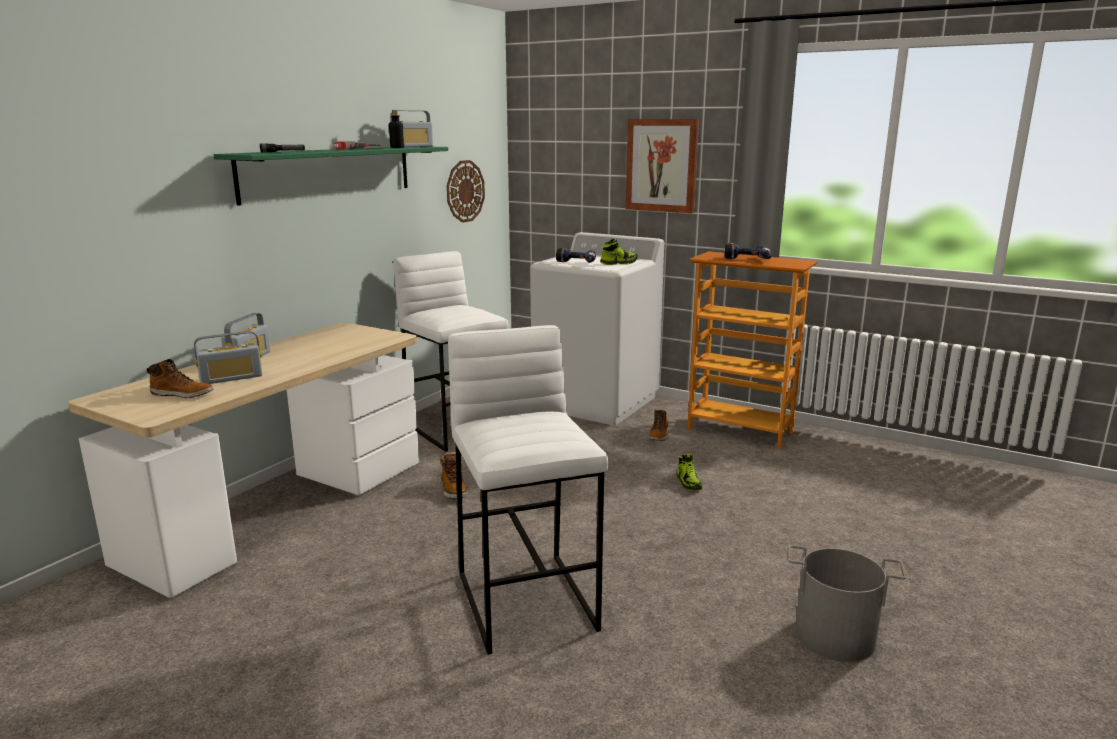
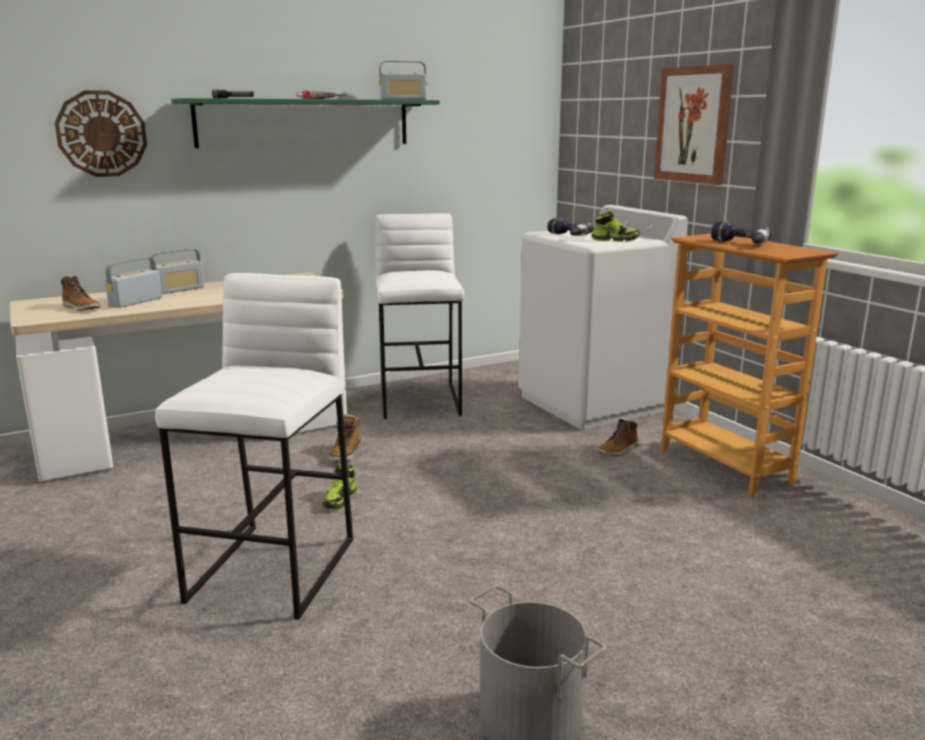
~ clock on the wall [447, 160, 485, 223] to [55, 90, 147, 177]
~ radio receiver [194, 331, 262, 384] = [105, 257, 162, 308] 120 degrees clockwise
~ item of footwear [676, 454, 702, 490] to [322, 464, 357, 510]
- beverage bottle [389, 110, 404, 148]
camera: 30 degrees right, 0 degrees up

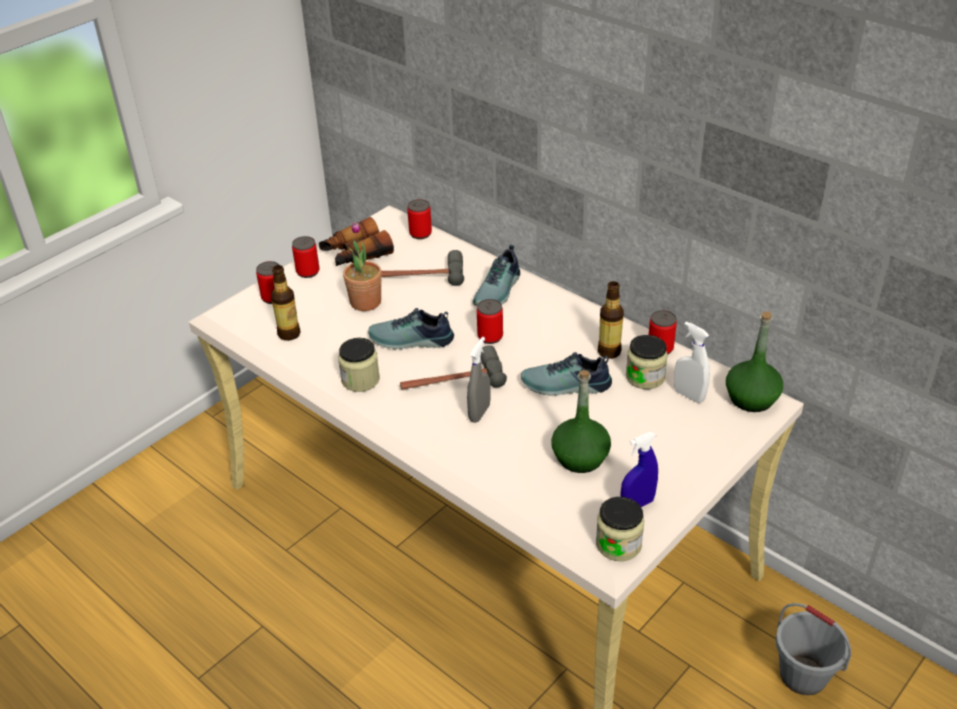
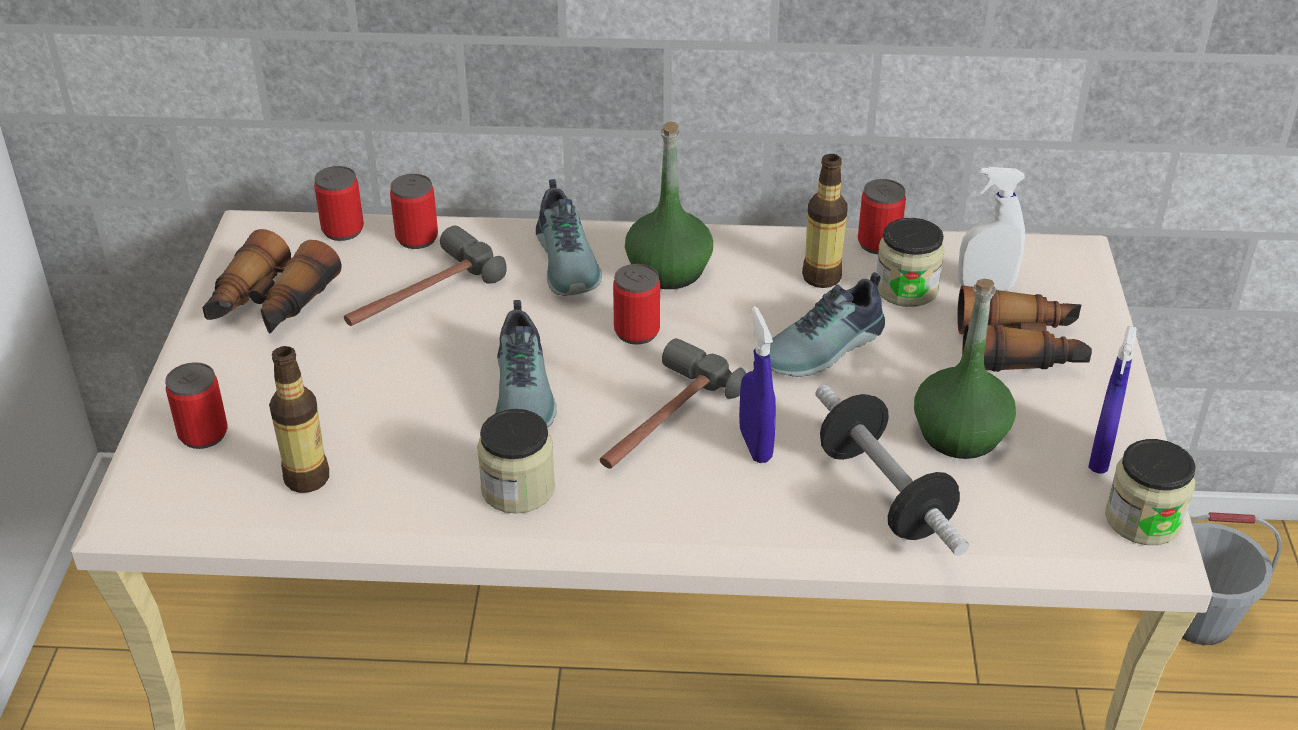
~ can [292, 236, 320, 278] to [390, 174, 438, 249]
~ item of footwear [368, 308, 454, 349] = [495, 300, 557, 427] 60 degrees counterclockwise
~ green beverage bottle [726, 311, 783, 412] to [625, 122, 713, 289]
~ grey sprayer [467, 337, 491, 423] to bluish sprayer [739, 306, 776, 463]
+ dumbbell [815, 384, 969, 556]
+ pair of binoculars [957, 285, 1092, 372]
- houseplant [343, 222, 382, 311]
camera: 40 degrees left, 0 degrees up

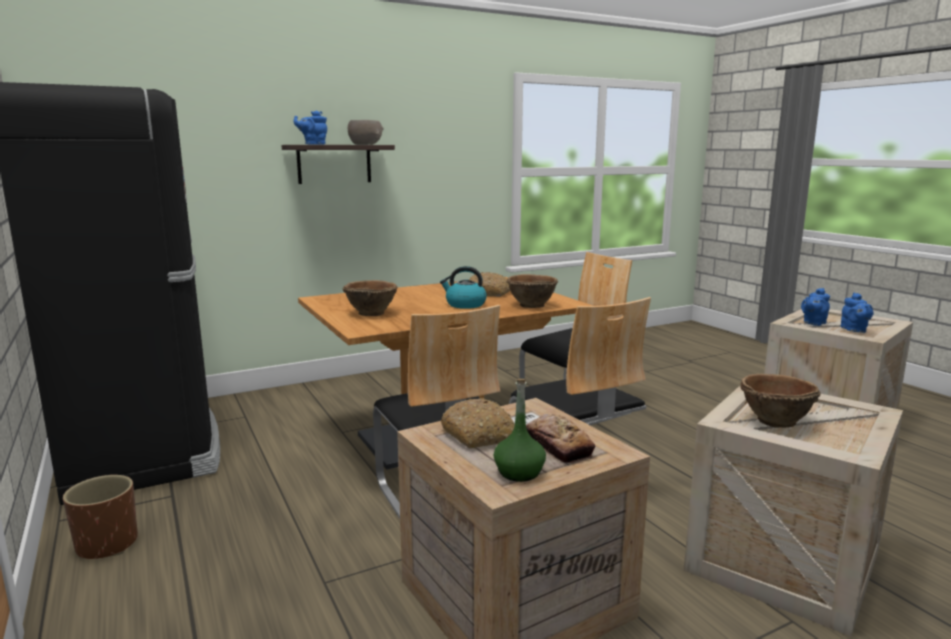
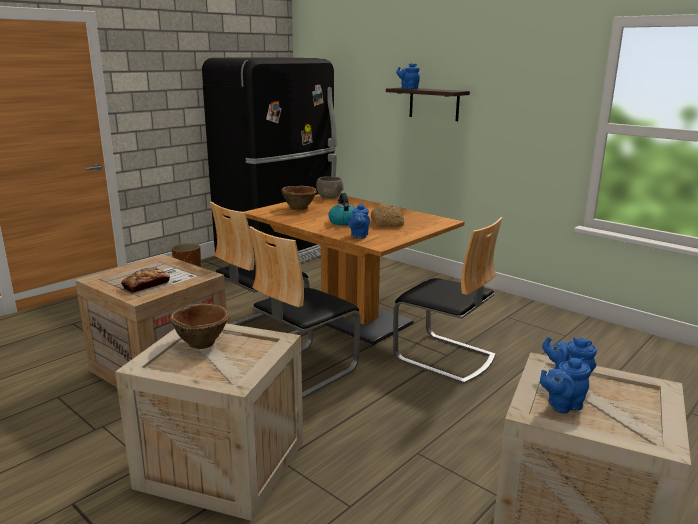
~ grey bowl [348, 120, 384, 145] to [316, 176, 344, 199]
~ brownish bowl [507, 274, 558, 308] to bluish teapot [348, 204, 370, 239]
- baked bread [441, 398, 515, 449]
- green beverage bottle [494, 379, 546, 482]
camera: 70 degrees right, 5 degrees up

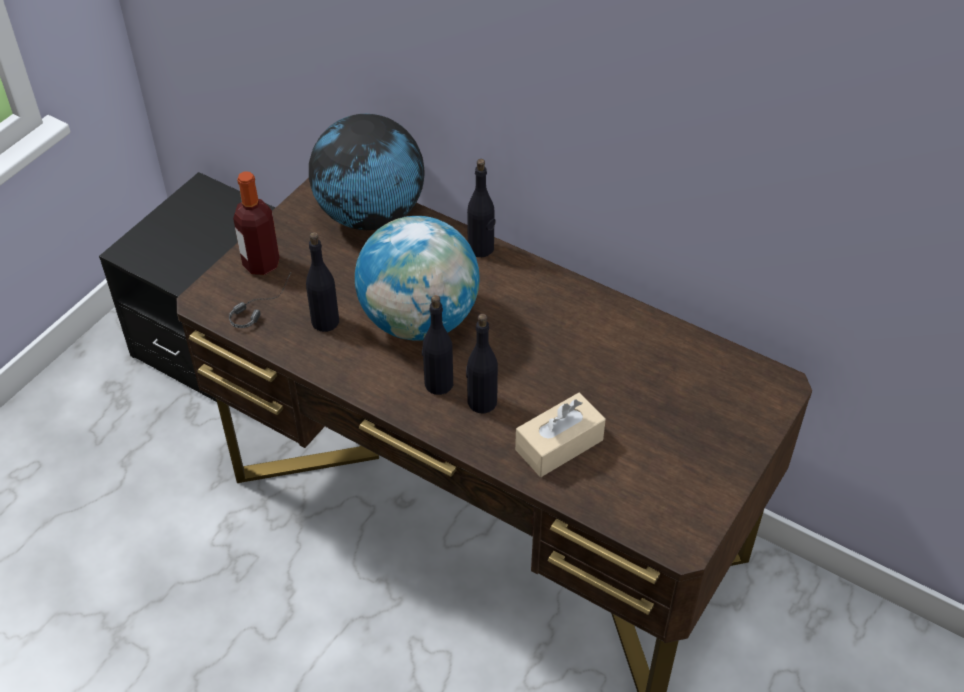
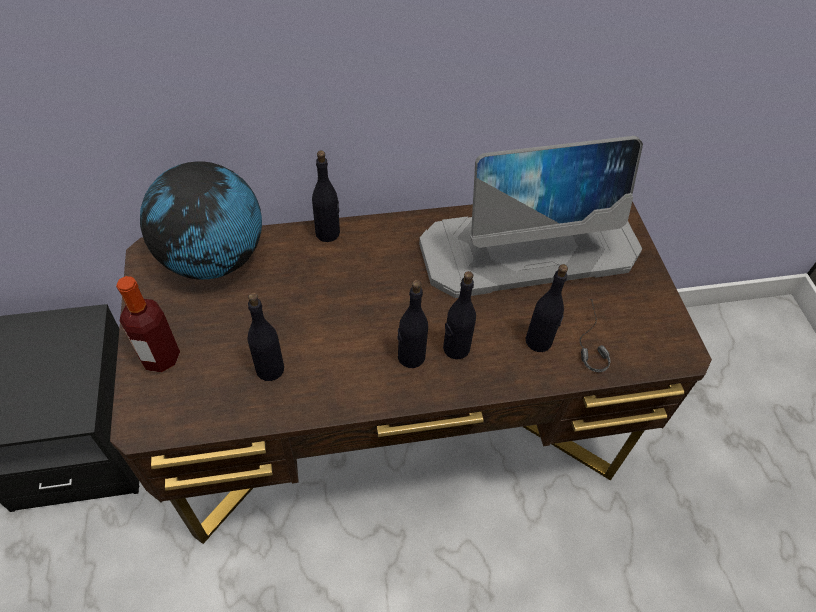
+ monitor [419, 136, 643, 298]
~ beige box of tissues [515, 393, 606, 477] to black beverage bottle [526, 264, 568, 352]
~ headset [229, 273, 291, 328] to [579, 299, 611, 372]
- desk globe [355, 216, 480, 341]
camera: 45 degrees left, 5 degrees up

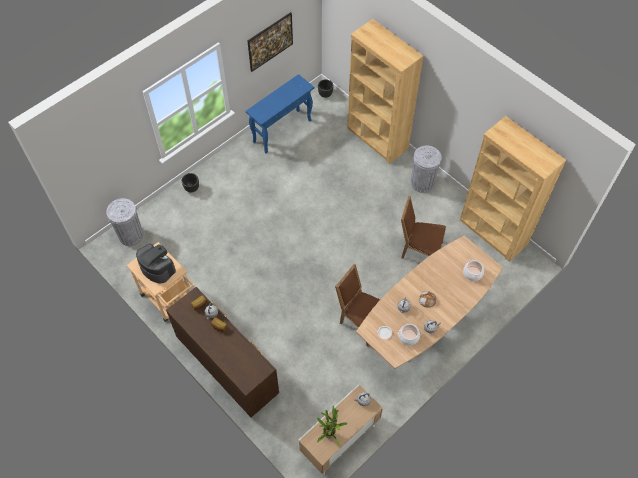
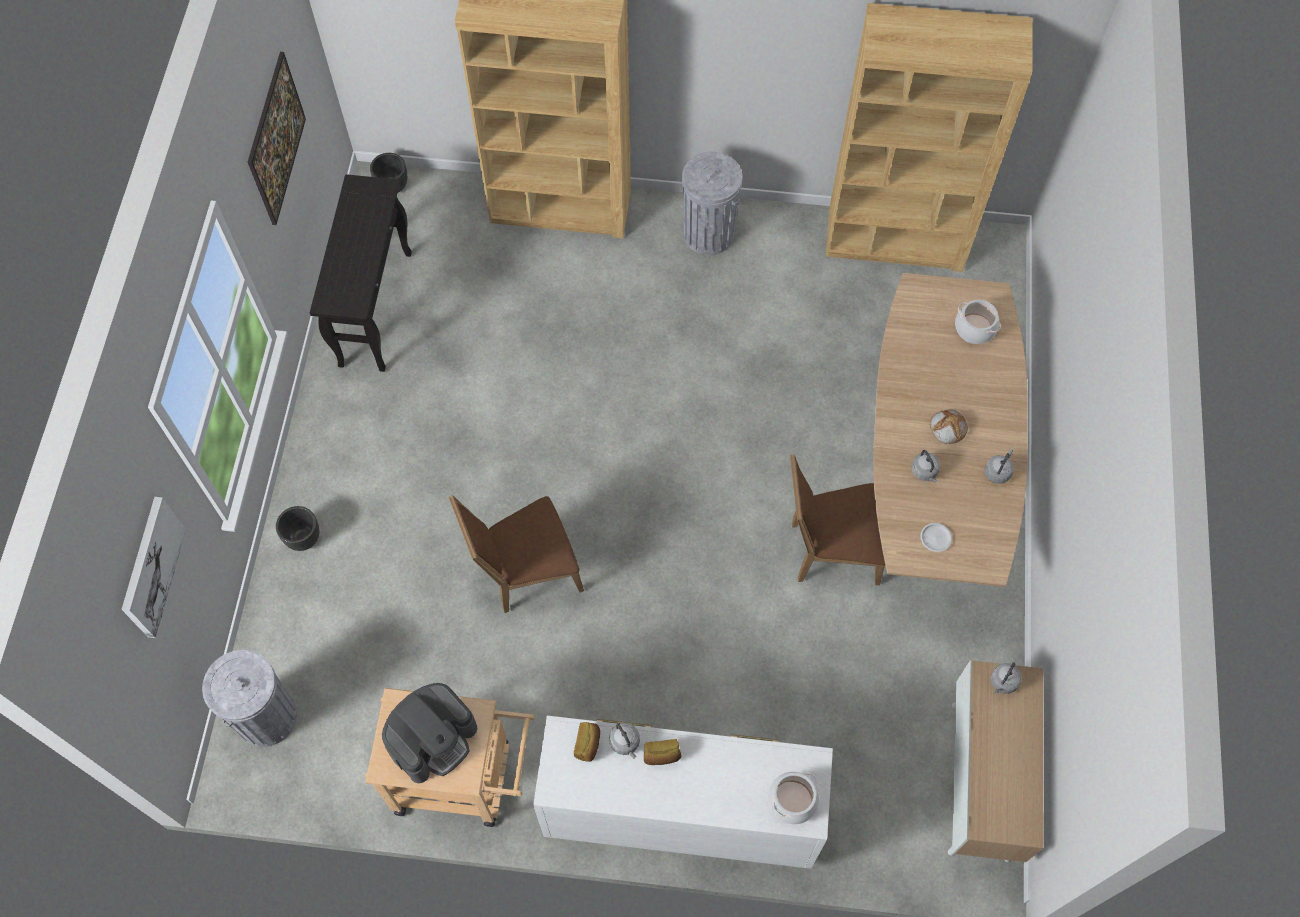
+ wall art [121, 497, 186, 638]
~ bluish console table [246, 74, 314, 153] to black console table [310, 174, 412, 372]
~ coffee machine [136, 243, 176, 284] = [382, 683, 477, 783] 135 degrees clockwise
~ brownish plain chair [401, 196, 446, 259] to [449, 495, 584, 613]
~ brownish dresser [166, 287, 279, 418] to white dresser [533, 715, 833, 869]
~ stockpot [398, 324, 421, 346] to [768, 772, 819, 824]
- houseplant [317, 406, 347, 446]
camera: 40 degrees left, 5 degrees up

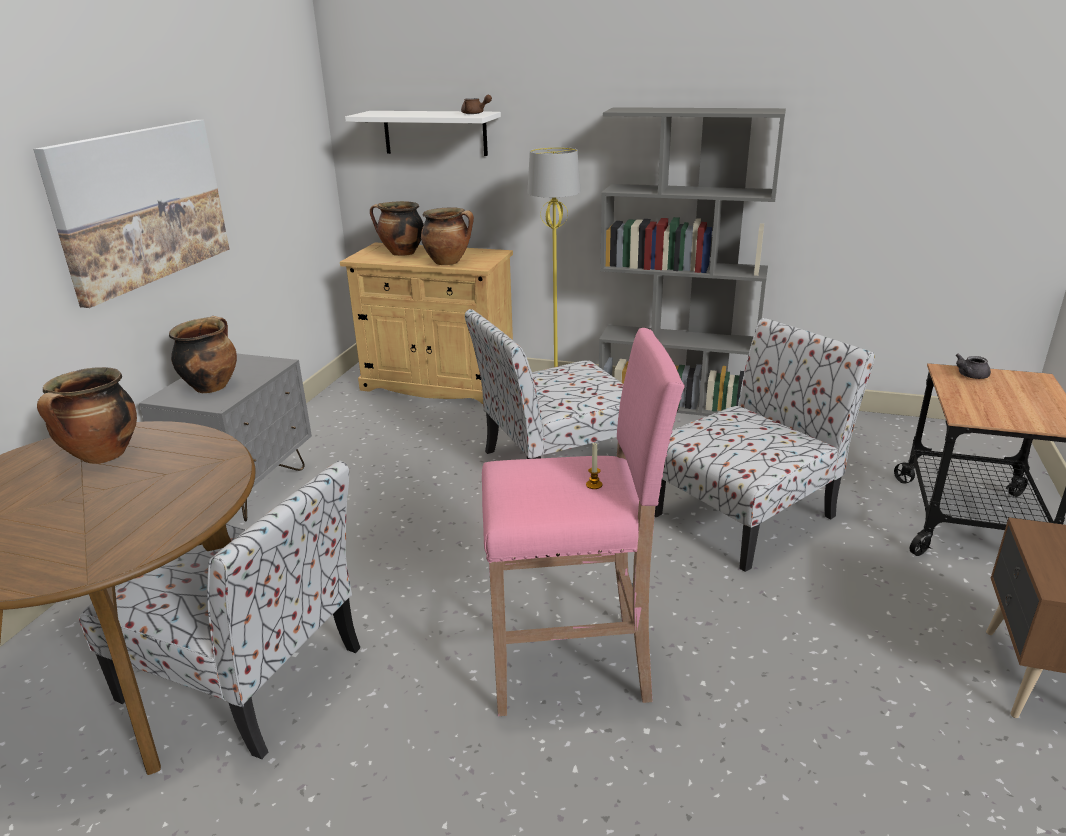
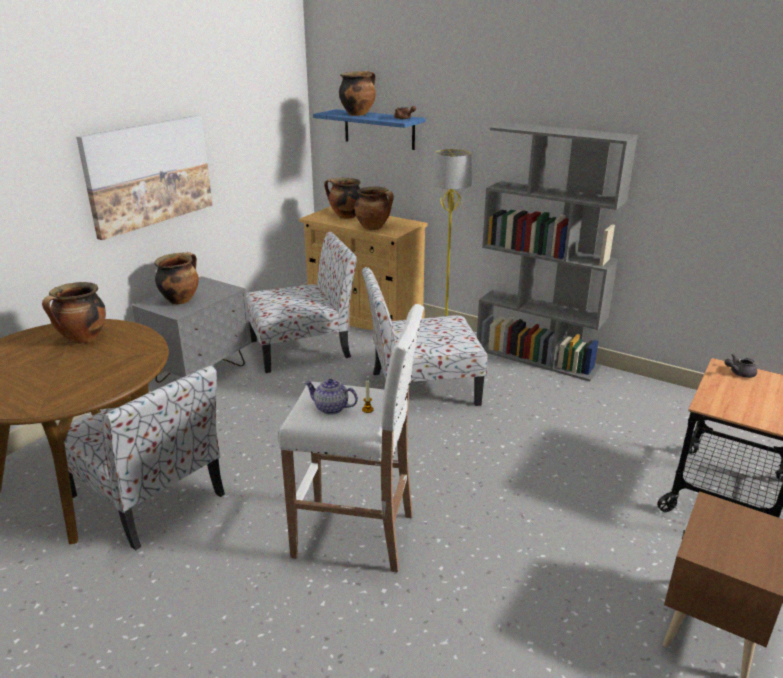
~ plain chair [655, 318, 875, 572] to [246, 232, 357, 373]
~ pink-coloured sitting stool [482, 328, 685, 716] to white sitting stool [278, 304, 424, 573]
+ teapot [305, 379, 358, 415]
~ white wall shelf [345, 111, 501, 156] to bluish wall shelf [313, 109, 426, 150]
+ stockpot [339, 71, 376, 116]
camera: 15 degrees right, 0 degrees up

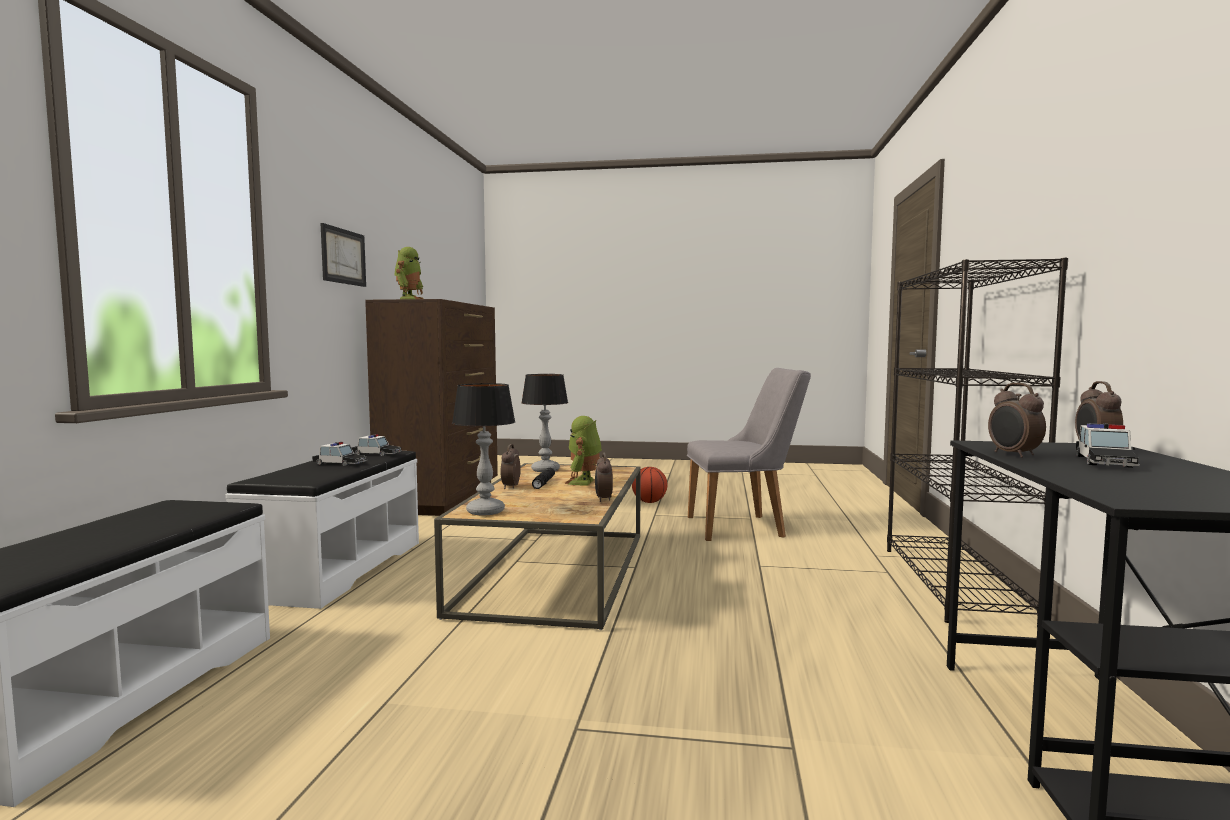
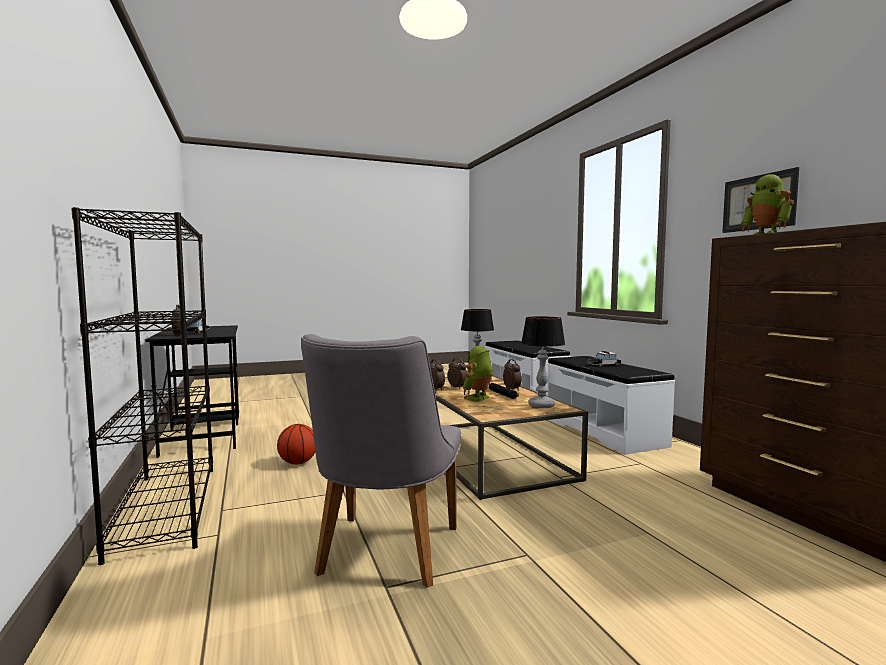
~ ball for basketball [632, 467, 668, 503] to [277, 424, 315, 465]
~ grey plain chair [687, 368, 811, 541] = [301, 334, 461, 588] 45 degrees counterclockwise
~ bedside clock [988, 383, 1046, 458] to [447, 358, 467, 389]
~ robot figure [565, 416, 602, 486] = [463, 346, 493, 402] 120 degrees counterclockwise
- model car [351, 434, 402, 456]
camera: 150 degrees right, 0 degrees up

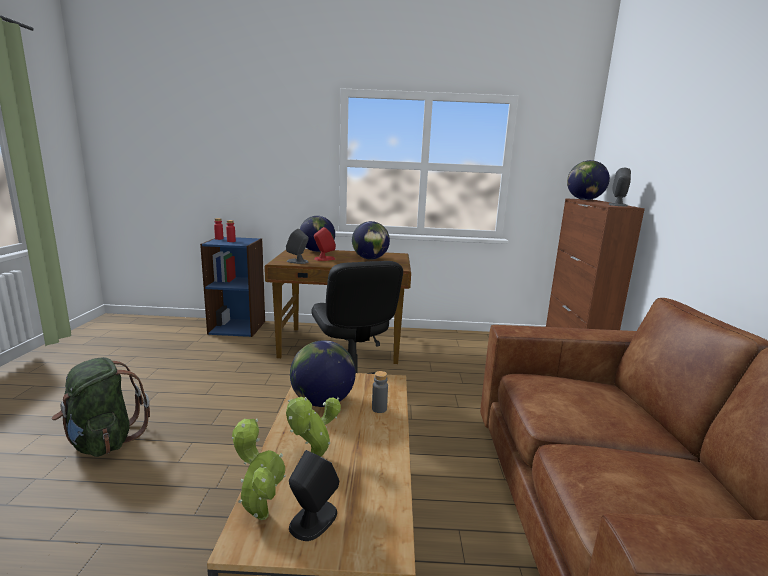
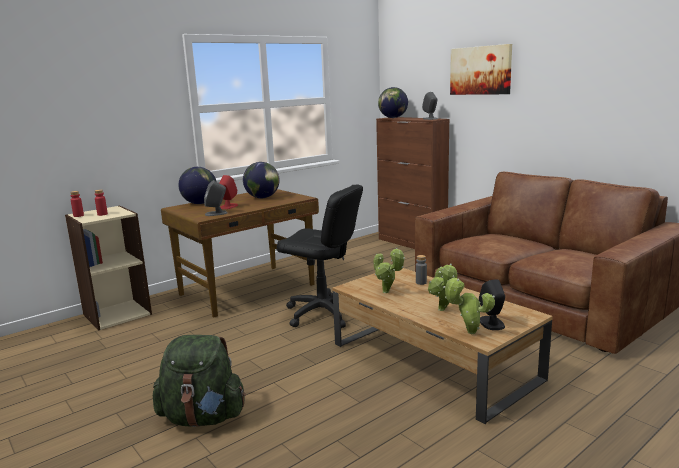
~ bluish bookshelf [200, 237, 265, 337] to beige bookshelf [65, 205, 152, 331]
~ desk globe [290, 340, 356, 407] to houseplant [373, 248, 405, 293]
+ wall art [450, 44, 512, 95]
camera: 40 degrees left, 0 degrees up

